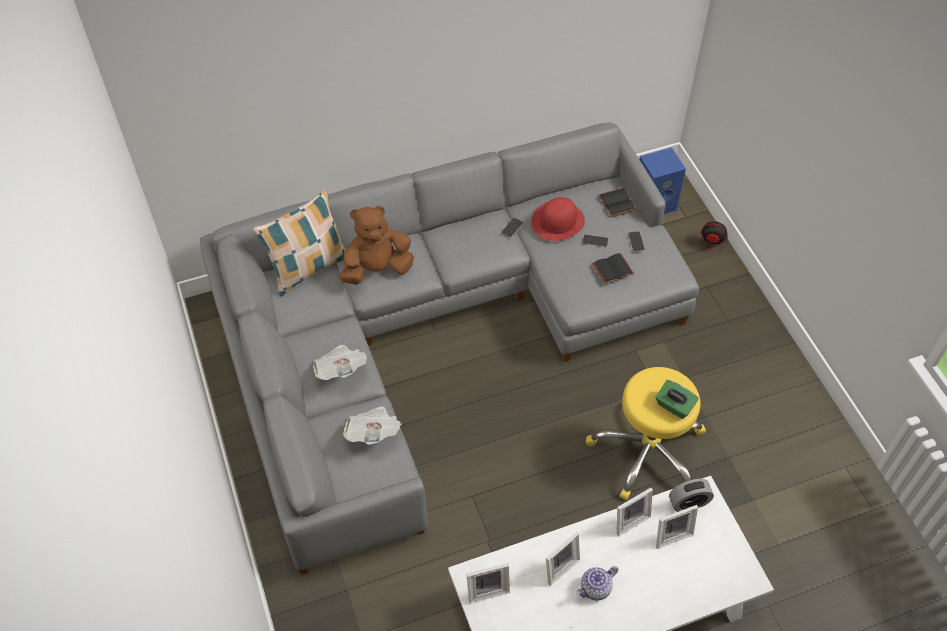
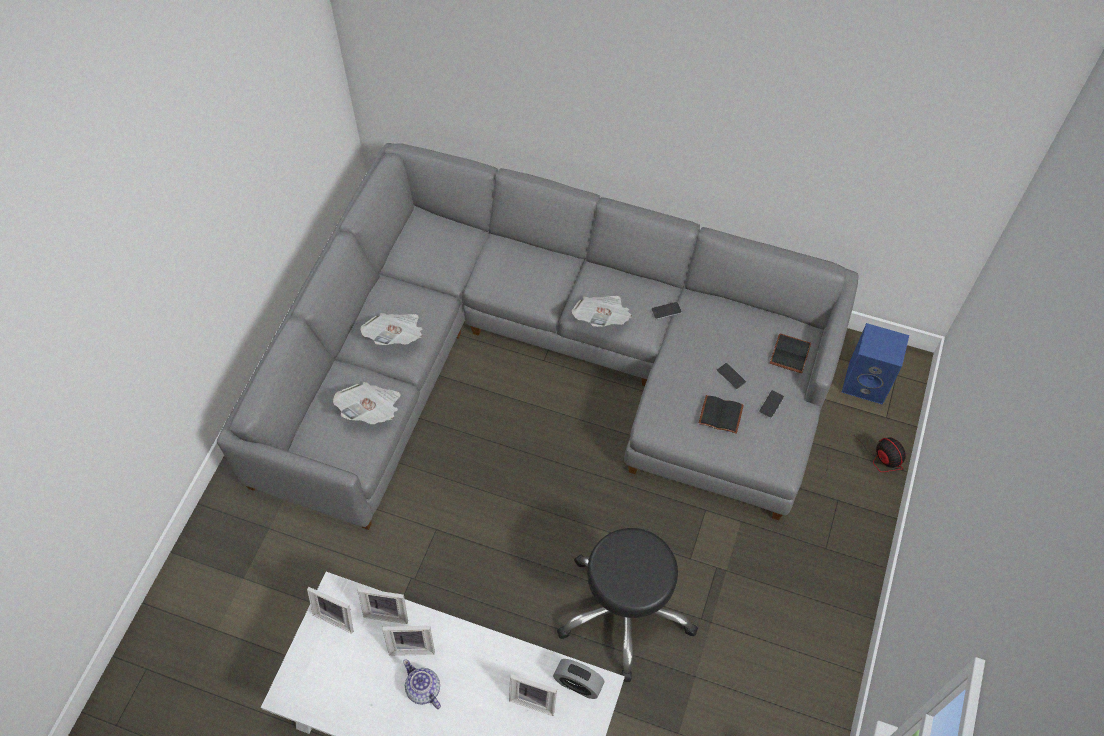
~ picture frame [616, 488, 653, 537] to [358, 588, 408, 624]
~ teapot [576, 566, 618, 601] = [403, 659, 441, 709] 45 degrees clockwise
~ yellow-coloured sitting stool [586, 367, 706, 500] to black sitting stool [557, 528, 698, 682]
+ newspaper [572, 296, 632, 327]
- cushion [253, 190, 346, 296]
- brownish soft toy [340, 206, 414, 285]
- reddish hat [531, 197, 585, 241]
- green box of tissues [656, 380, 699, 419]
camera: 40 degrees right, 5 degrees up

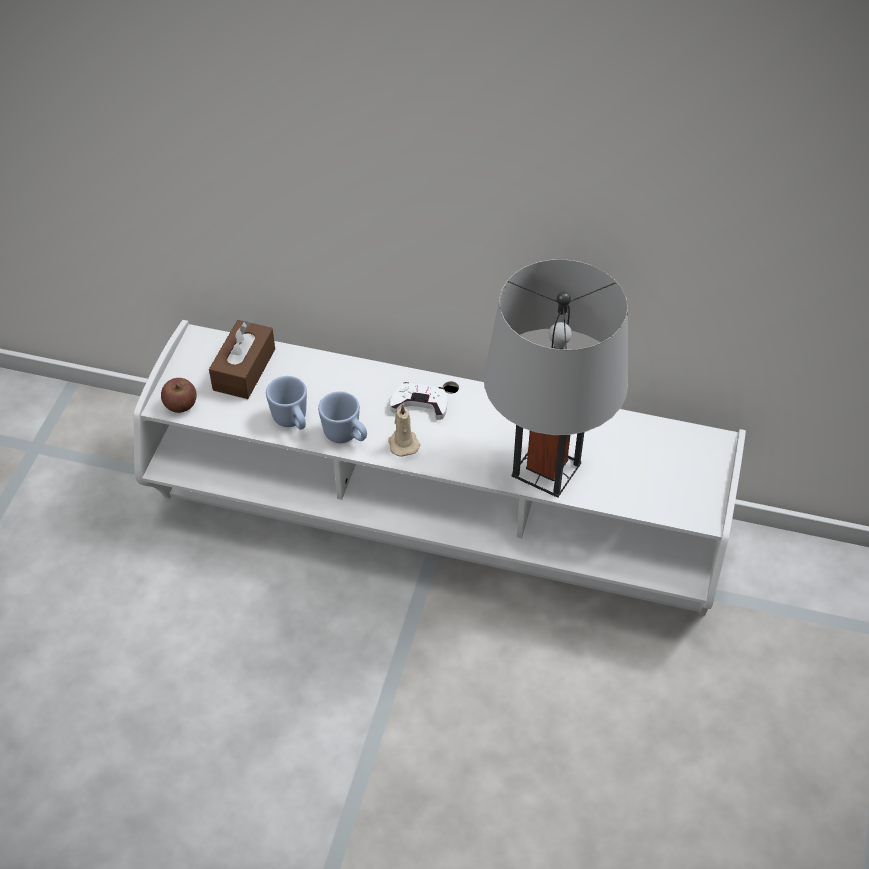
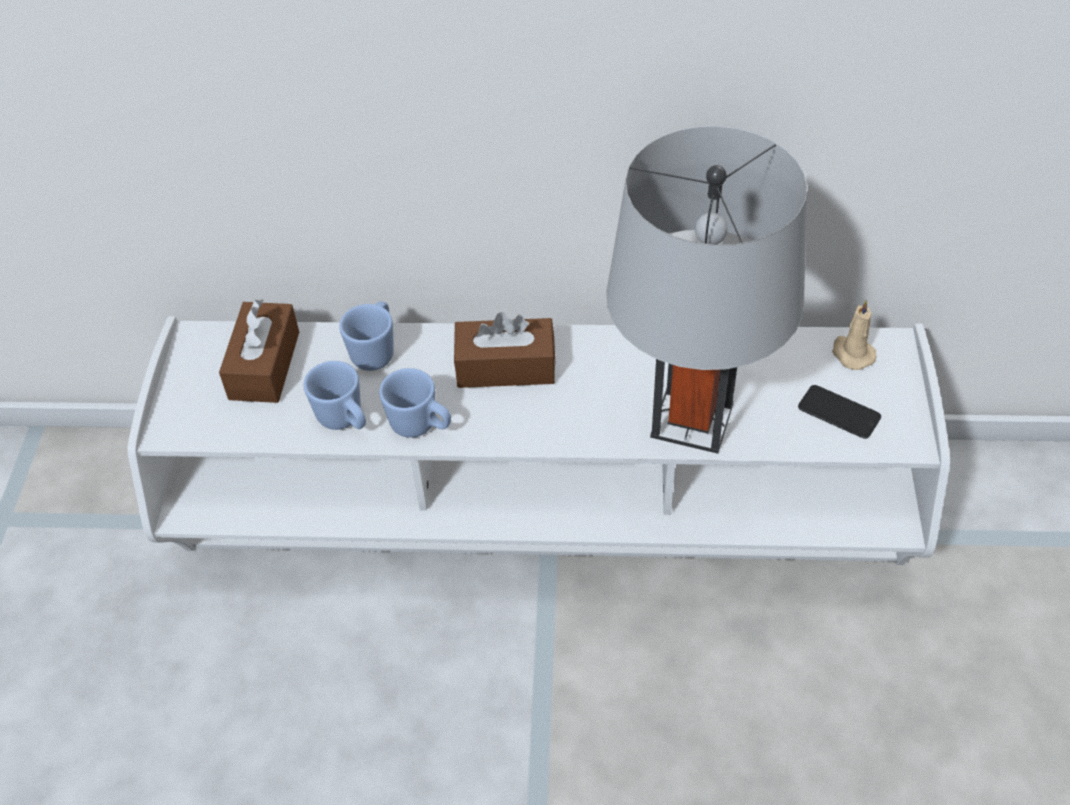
+ bluish mug [339, 302, 394, 371]
~ white game controller [390, 382, 447, 420] to brownish box of tissues [454, 312, 556, 388]
+ telephone [798, 385, 881, 439]
~ beige candle [388, 404, 421, 457] to [832, 299, 877, 370]
- apple [161, 378, 197, 413]
camera: 10 degrees left, 0 degrees up

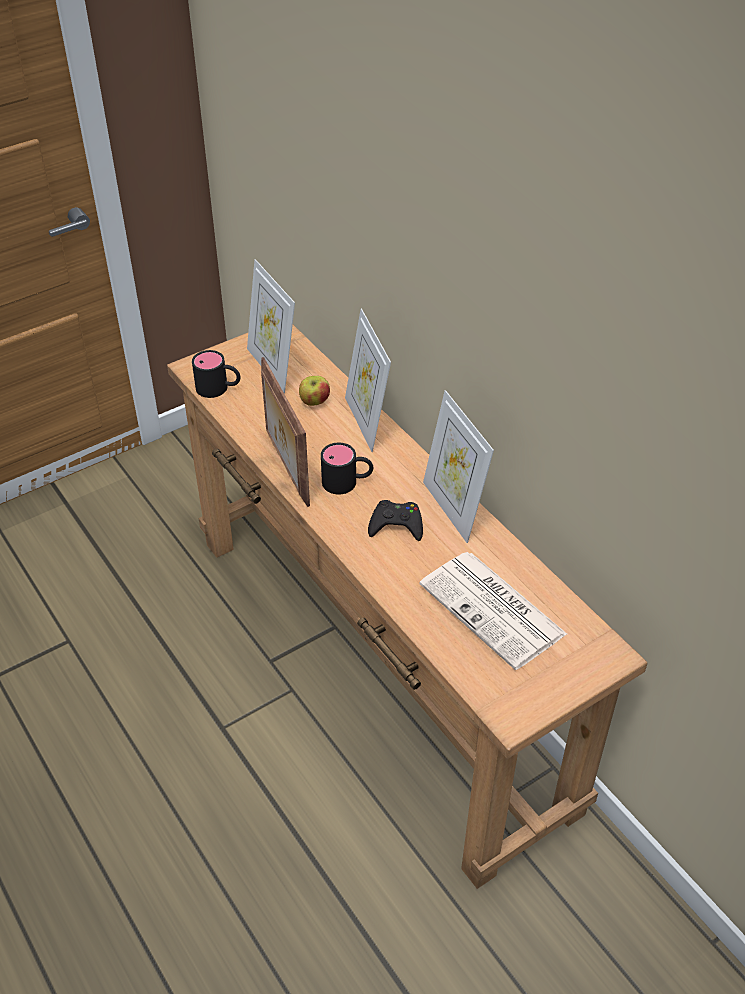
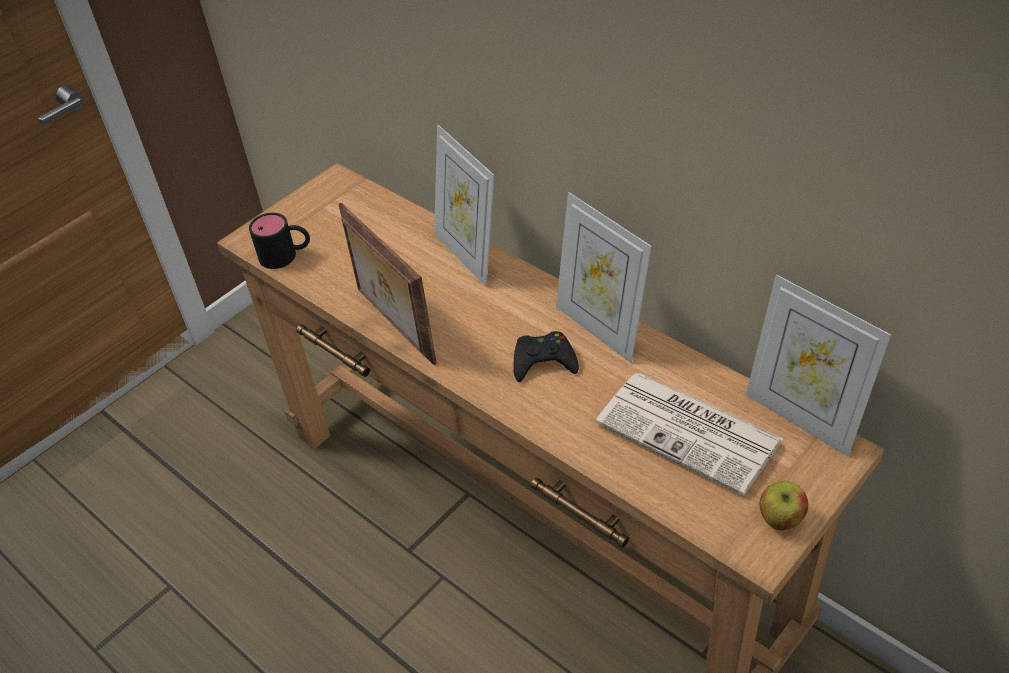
~ picture frame [247, 259, 295, 394] to [746, 275, 891, 457]
~ apple [299, 376, 330, 406] to [760, 481, 808, 530]
- black mug [321, 443, 374, 495]
camera: 10 degrees left, 0 degrees up

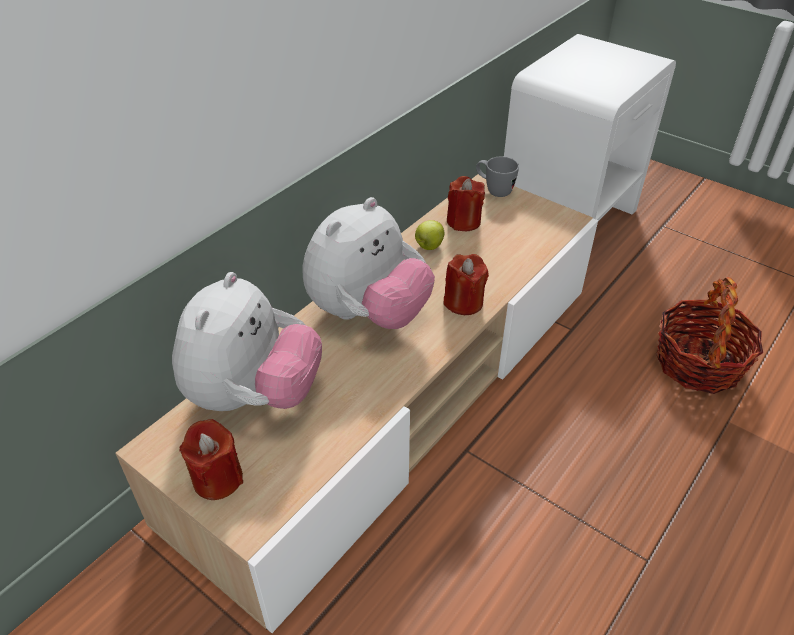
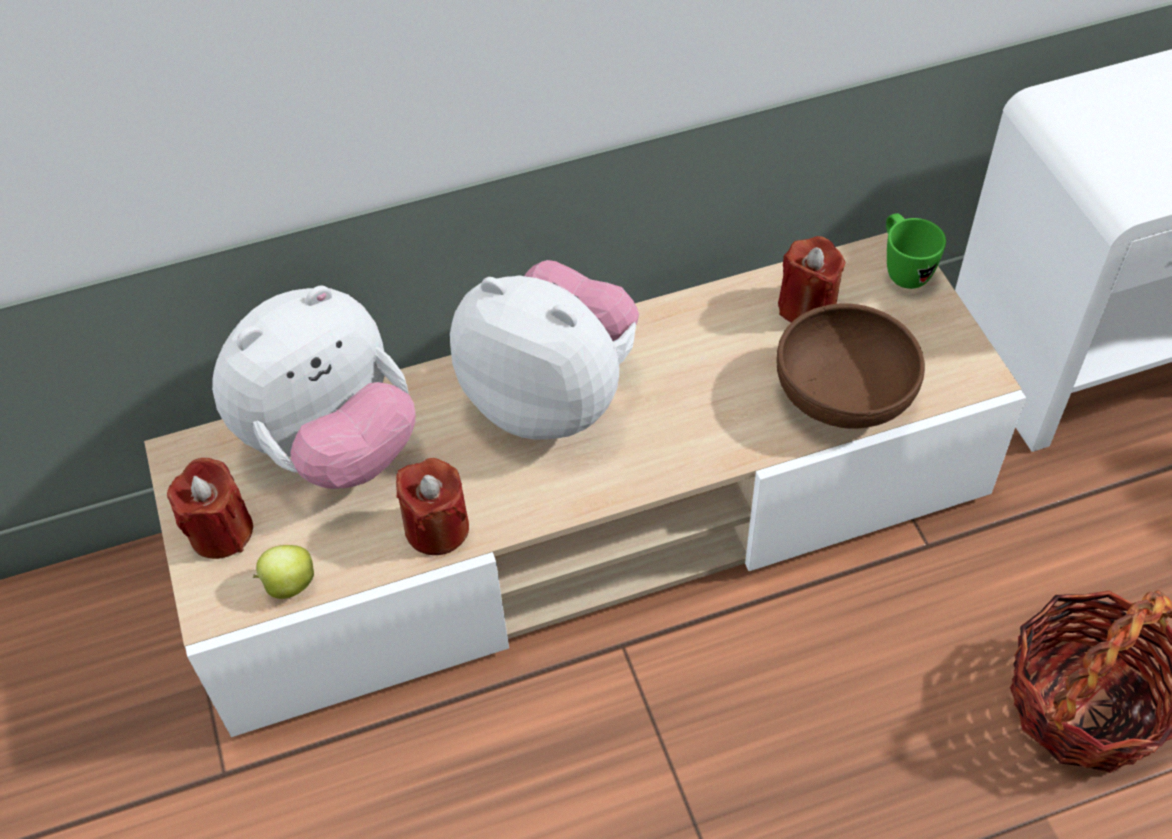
~ apple [415, 220, 445, 250] to [252, 545, 314, 599]
~ reddish candle [443, 254, 489, 315] to [396, 458, 469, 555]
~ soft toy [303, 197, 435, 329] = [450, 260, 639, 440] 135 degrees counterclockwise
+ brownish bowl [776, 303, 925, 428]
~ grey mug [476, 157, 519, 197] to green mug [886, 213, 946, 289]
camera: 35 degrees right, 10 degrees up

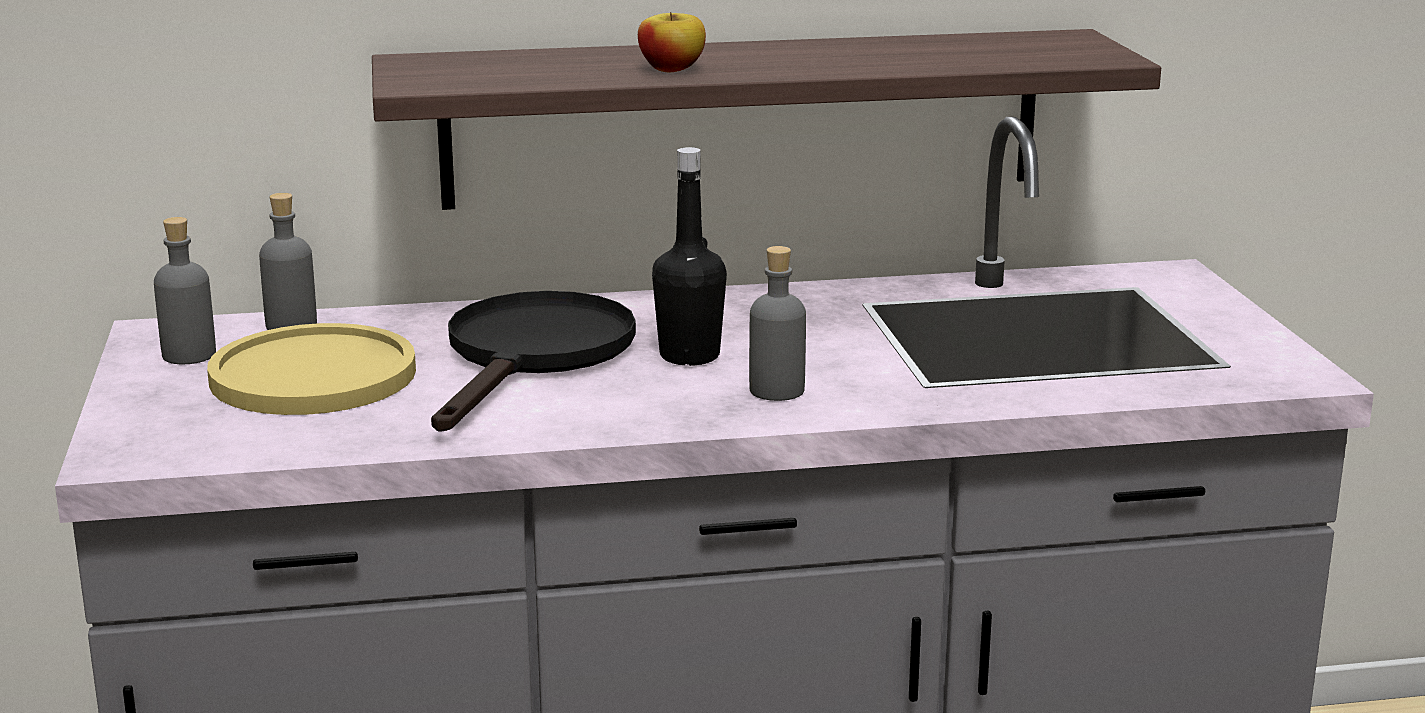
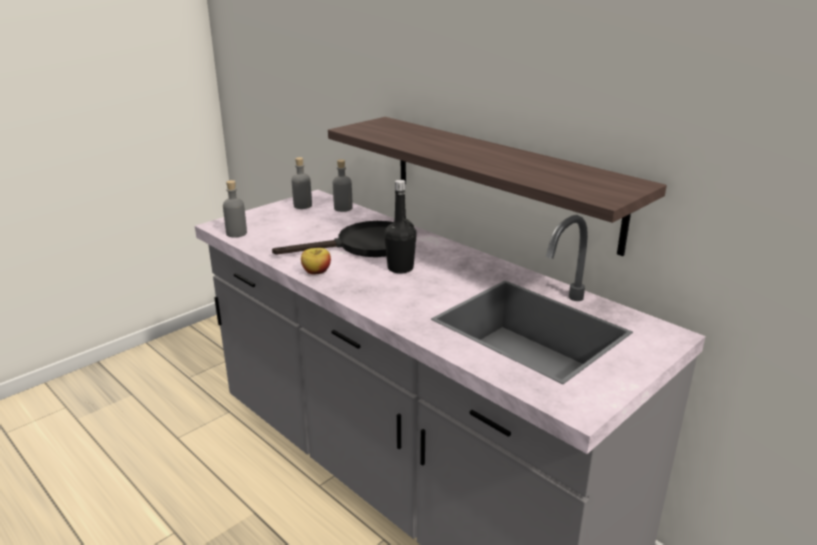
~ grey beverage bottle [749, 246, 806, 401] to [223, 180, 247, 238]
~ apple [638, 12, 706, 72] to [301, 248, 331, 275]
- yellow-coloured dinner plate [207, 323, 416, 415]
camera: 55 degrees right, 5 degrees up

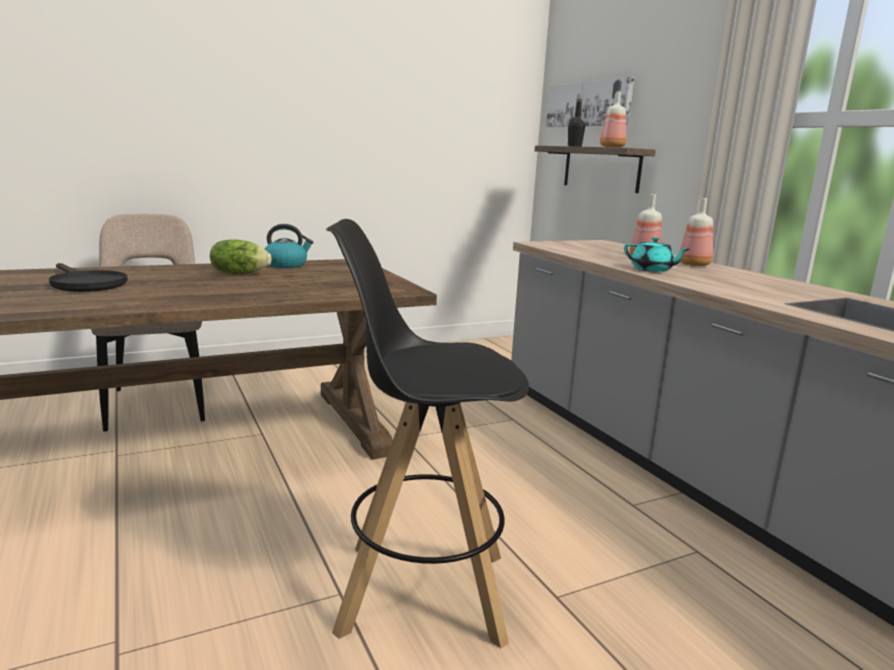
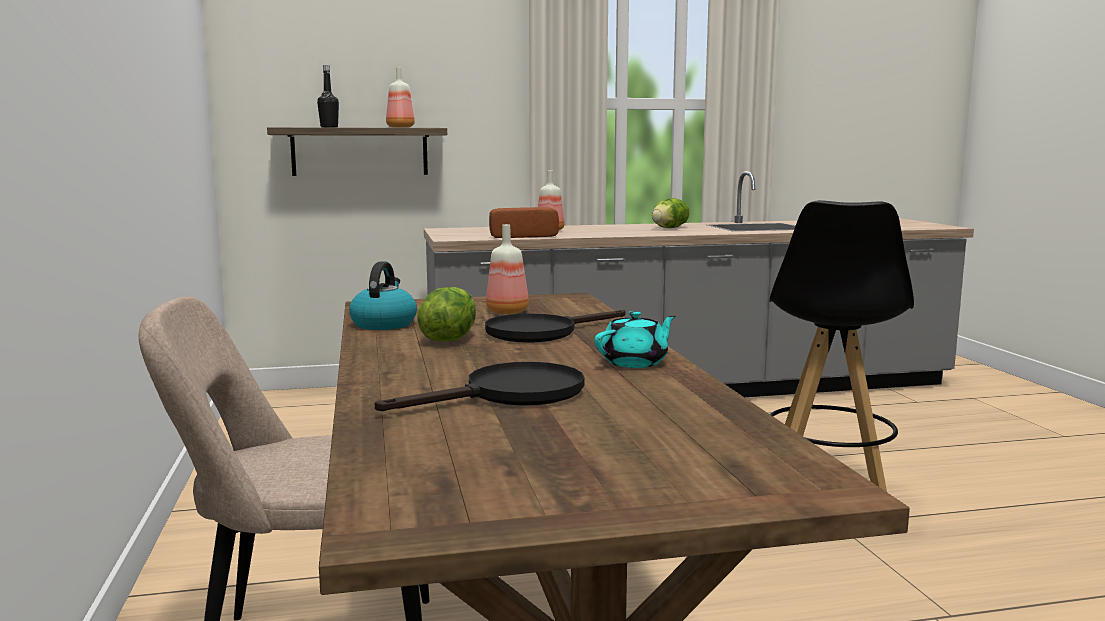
+ black pan [485, 310, 625, 343]
~ beverage bottle [679, 198, 713, 266] to [486, 224, 529, 314]
+ baked bread [489, 207, 559, 238]
~ turquoise-coloured teapot [624, 237, 690, 272] to [595, 311, 676, 368]
+ head of lettuce [652, 198, 689, 228]
- wall art [546, 77, 634, 127]
camera: 75 degrees left, 5 degrees down

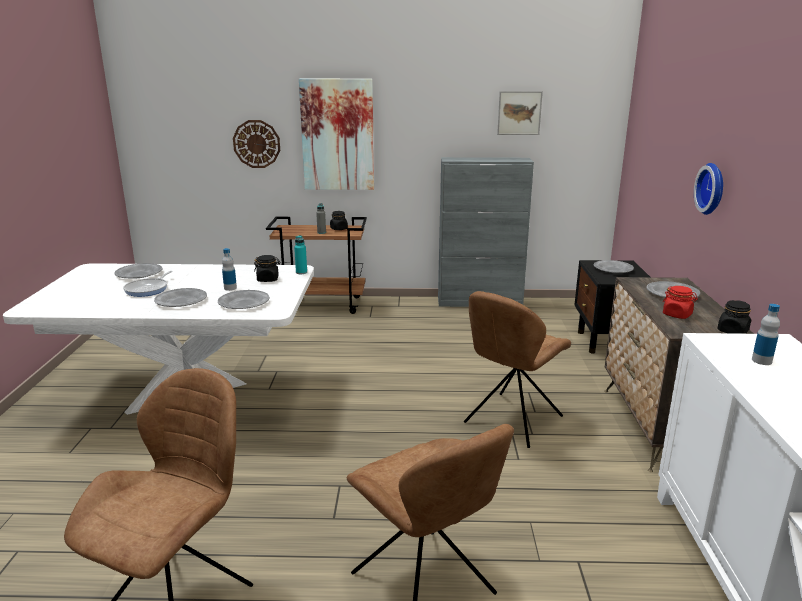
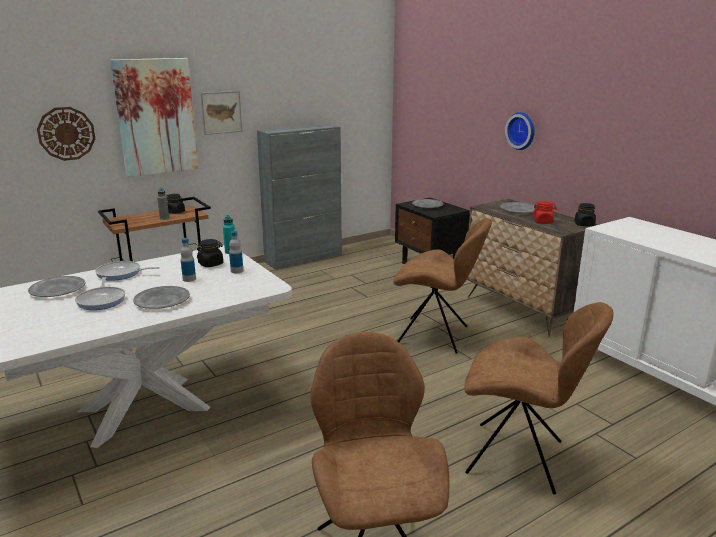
+ pan [95, 261, 160, 281]
~ wall art [497, 91, 543, 135] to [200, 91, 242, 135]
~ beverage bottle [752, 304, 780, 365] to [229, 231, 243, 274]
~ brownish plain chair [464, 291, 571, 448] = [393, 218, 492, 354] 75 degrees counterclockwise
- grey dinner plate [218, 290, 270, 309]
camera: 35 degrees left, 0 degrees up

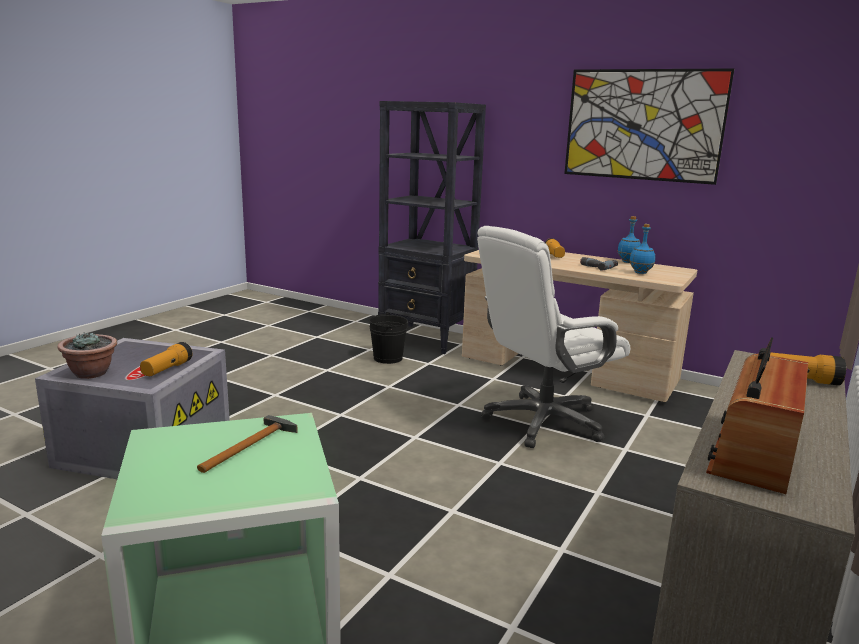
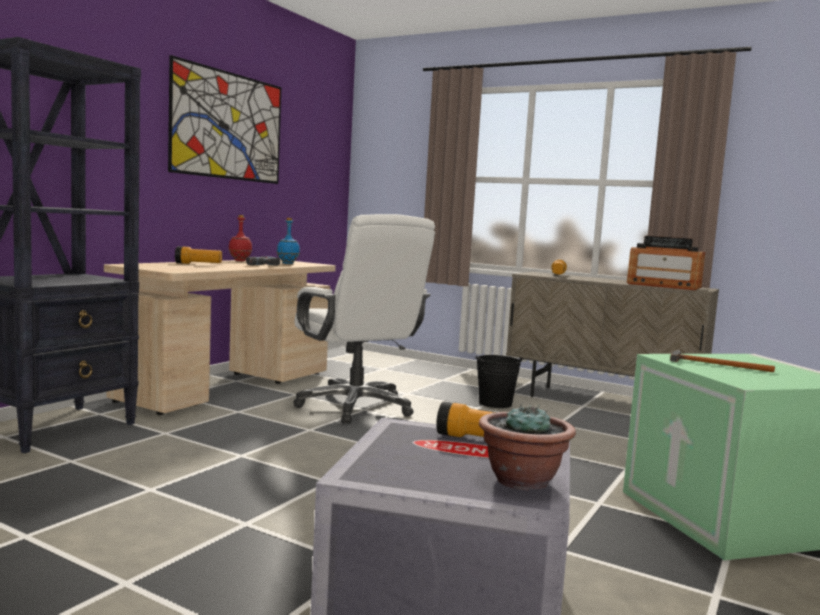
~ bluish beverage bottle [617, 216, 641, 263] to reddish beverage bottle [228, 215, 252, 261]
~ black bucket [369, 312, 408, 364] to [475, 355, 524, 408]
camera: 90 degrees left, 10 degrees down

